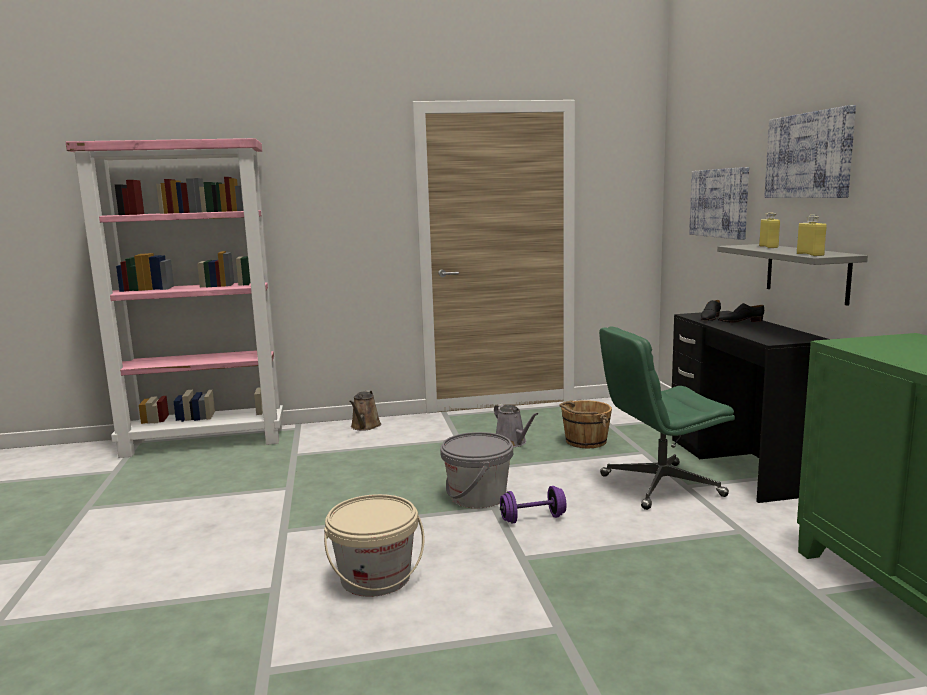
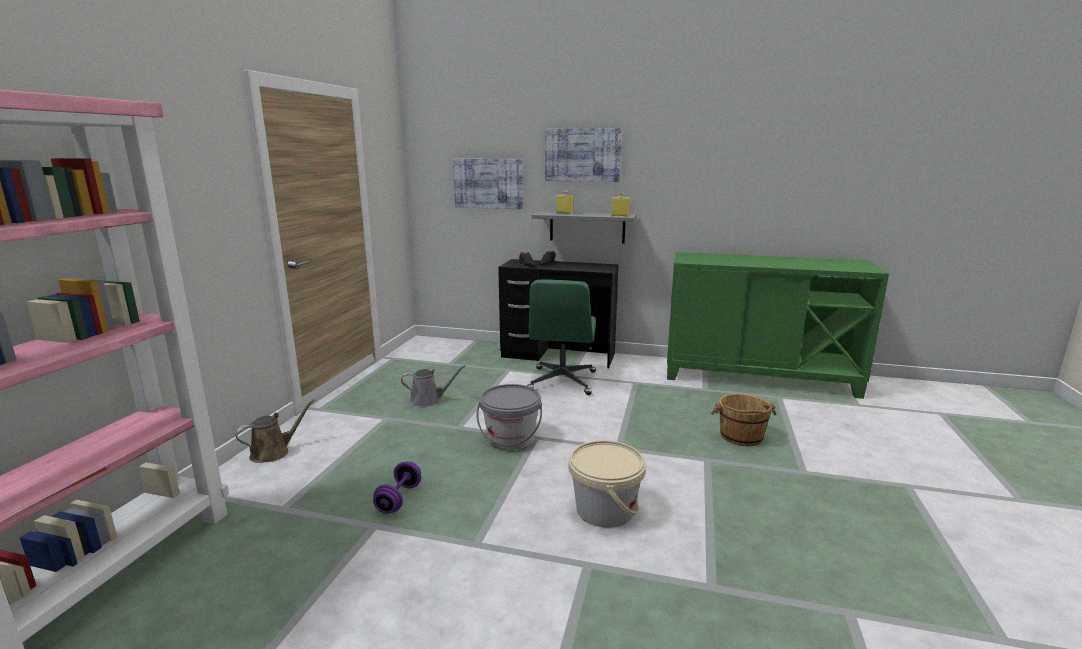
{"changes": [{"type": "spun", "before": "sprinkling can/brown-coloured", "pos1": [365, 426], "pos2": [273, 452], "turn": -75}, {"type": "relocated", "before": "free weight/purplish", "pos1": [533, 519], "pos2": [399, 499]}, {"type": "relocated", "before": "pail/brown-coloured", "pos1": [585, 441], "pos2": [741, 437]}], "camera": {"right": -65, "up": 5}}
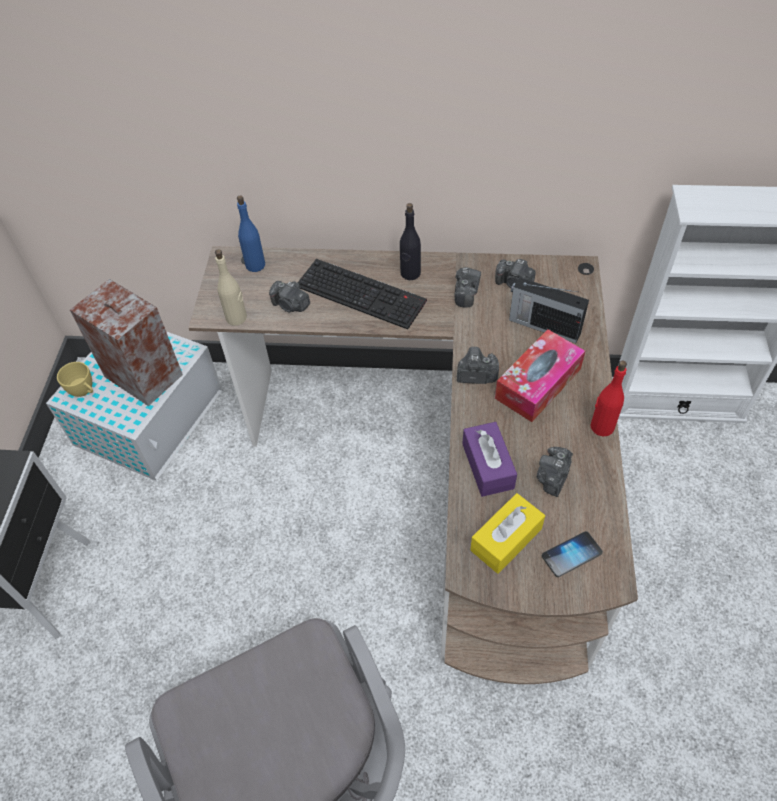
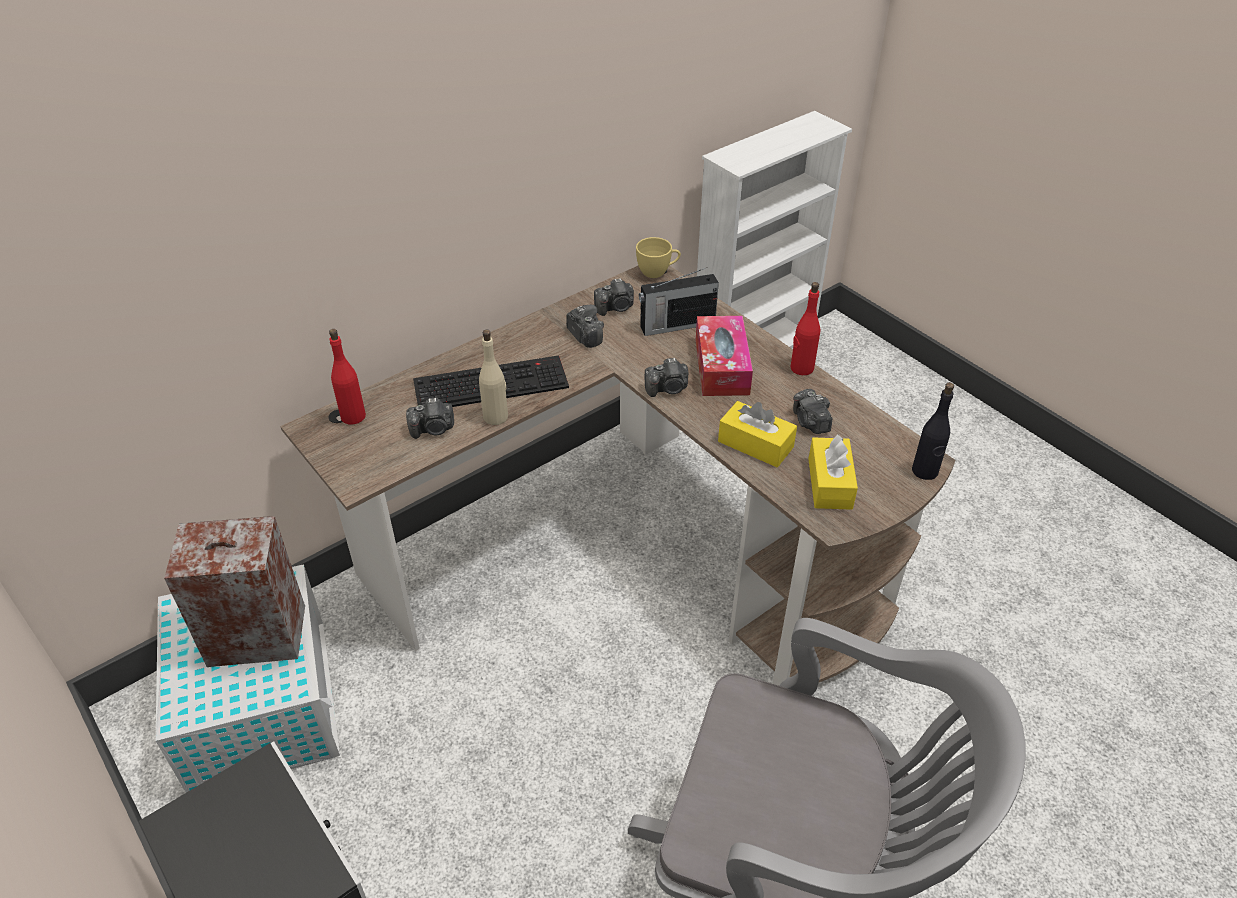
{"changes": [{"type": "relocated", "before": "drinking cup/yellowish", "pos1": [84, 391], "pos2": [657, 272]}, {"type": "relocated", "before": "bottle/beige", "pos1": [236, 318], "pos2": [496, 417]}, {"type": "colour", "before": "bottle/bluish", "after": "bottle/reddish", "pos1": [255, 265], "pos2": [353, 416]}, {"type": "relocated", "before": "bottle/black-coloured", "pos1": [410, 273], "pos2": [925, 471]}, {"type": "spun", "before": "still camera", "pos1": [476, 375], "pos2": [668, 389], "turn": -150}, {"type": "colour", "before": "box of tissues/purplish", "after": "box of tissues/yellowish", "pos1": [487, 466], "pos2": [755, 444]}, {"type": "missing", "before": "handset", "pos1": [571, 554]}], "camera": {"right": -45, "up": -10}}
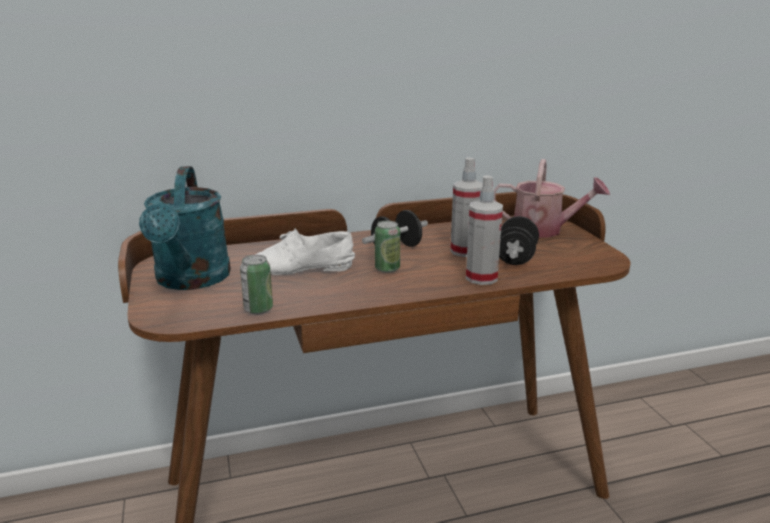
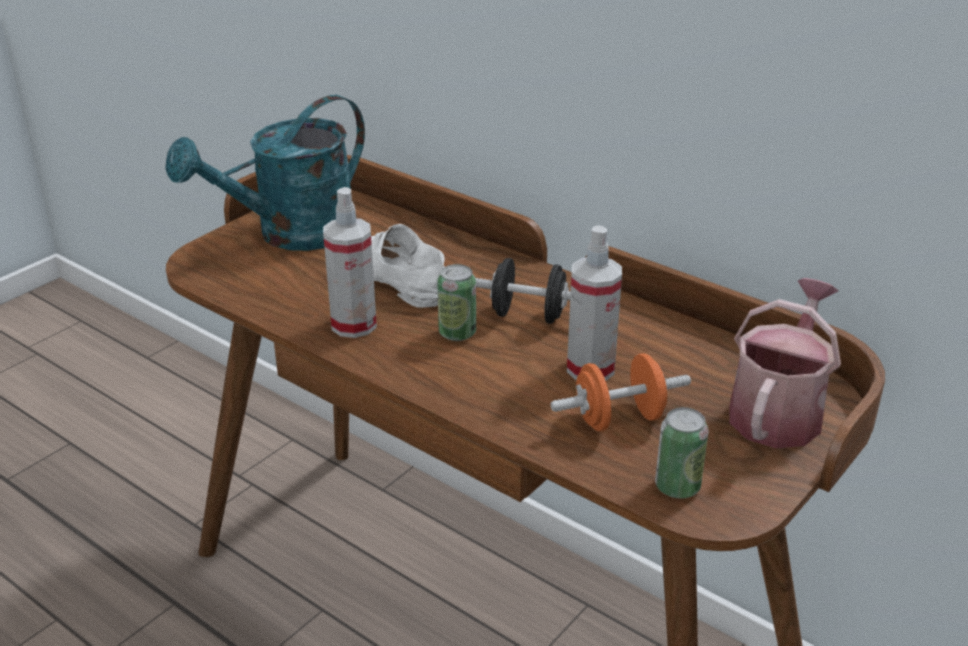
{"changes": [{"type": "relocated", "before": "can", "pos1": [258, 309], "pos2": [677, 487]}, {"type": "relocated", "before": "spray bottle", "pos1": [481, 278], "pos2": [354, 325]}, {"type": "spun", "before": "sprinkling can", "pos1": [544, 230], "pos2": [778, 410], "turn": -135}, {"type": "colour", "before": "free weight/black-coloured", "after": "free weight/orangey", "pos1": [515, 258], "pos2": [618, 419]}], "camera": {"right": 55, "up": 10}}
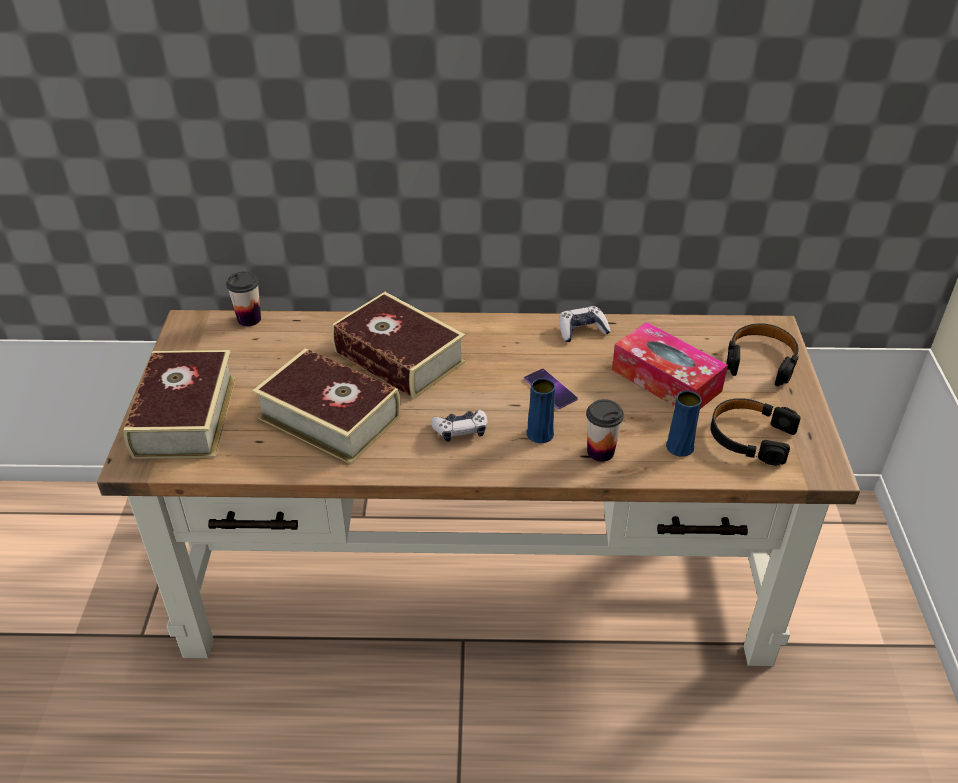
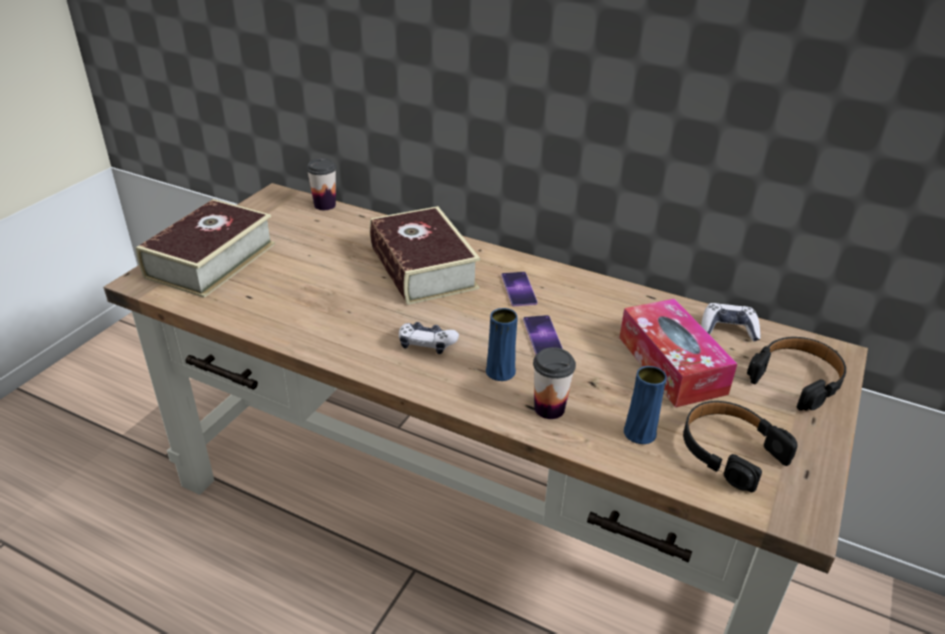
{"changes": [{"type": "missing", "before": "book", "pos1": [329, 417]}, {"type": "relocated", "before": "joypad", "pos1": [582, 330], "pos2": [728, 329]}, {"type": "appeared", "after": "handset", "pos2": [518, 289]}], "camera": {"right": 25, "up": -5}}
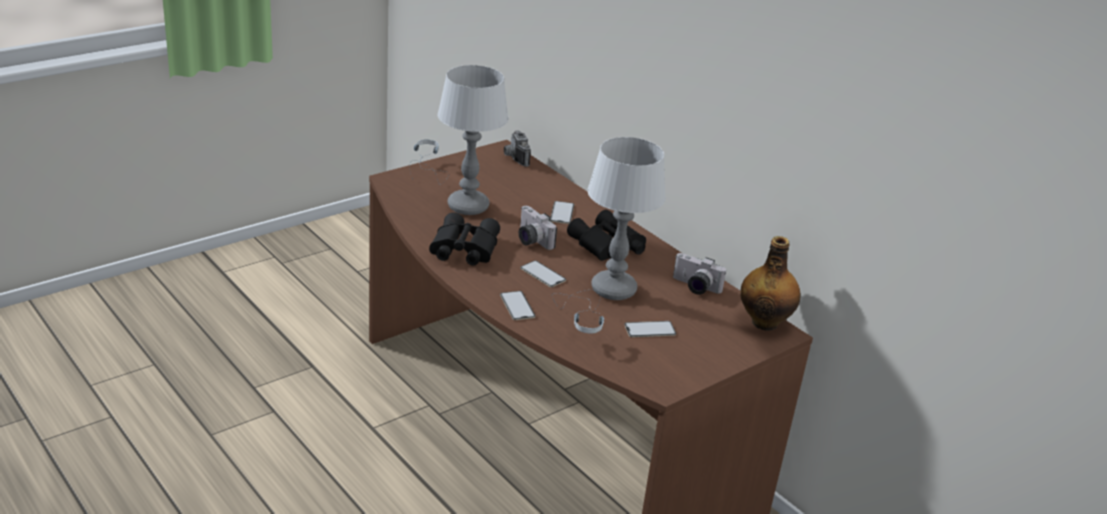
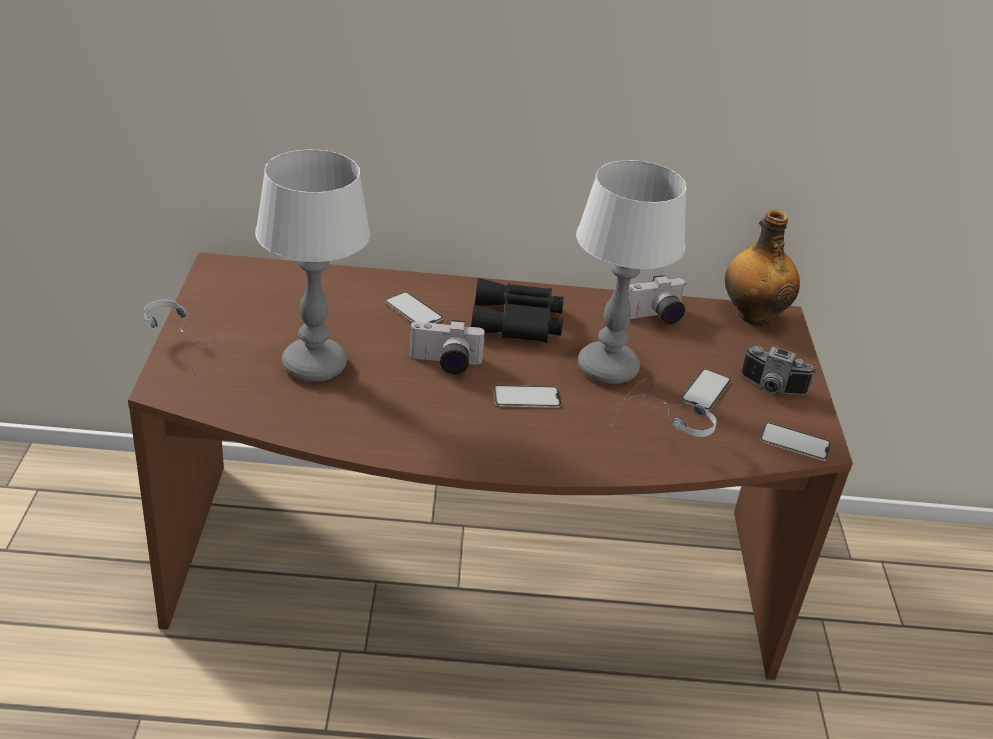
{"changes": [{"type": "missing", "before": "pair of binoculars/black-coloured", "pos1": [462, 249]}, {"type": "relocated", "before": "handset", "pos1": [517, 306], "pos2": [795, 442]}, {"type": "relocated", "before": "still camera", "pos1": [514, 158], "pos2": [771, 389]}], "camera": {"right": -50, "up": 5}}
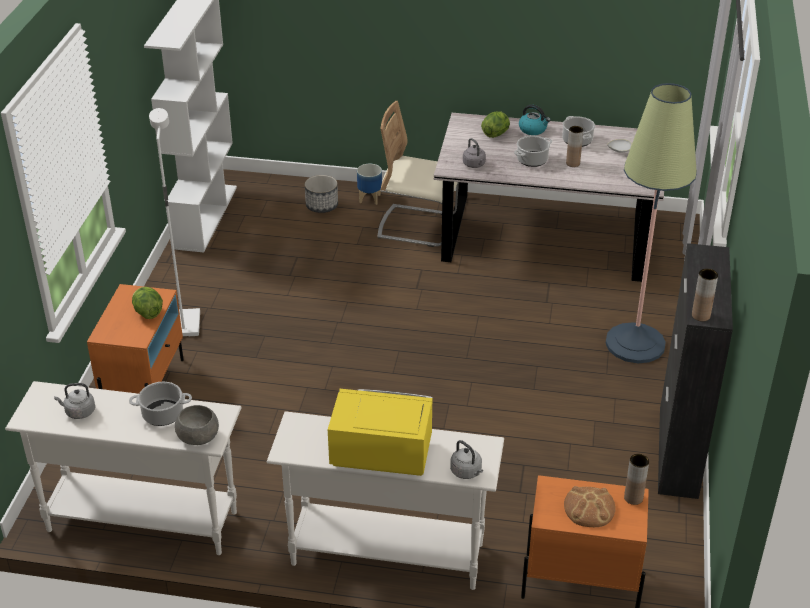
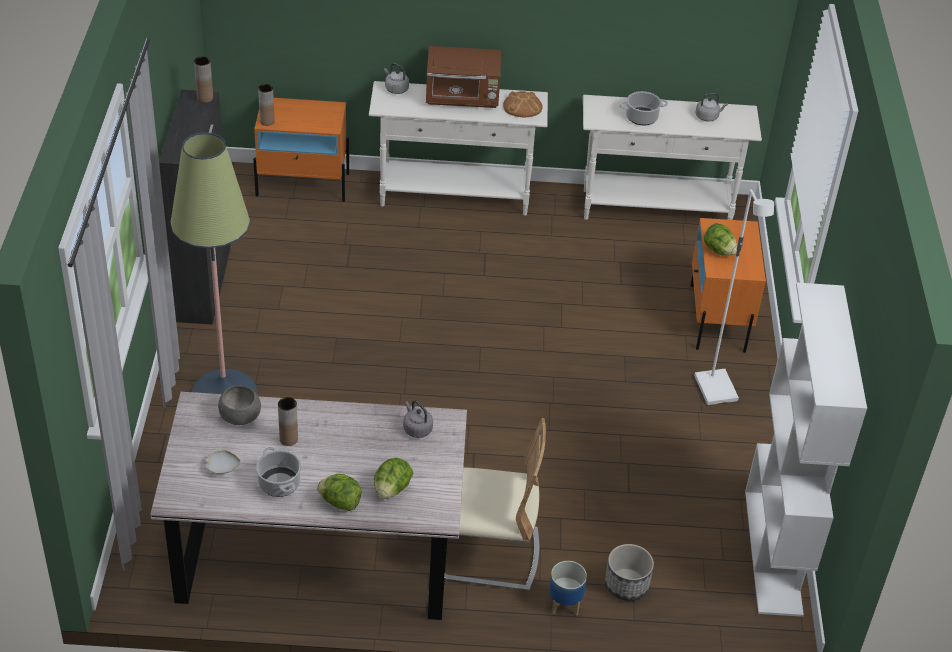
{"changes": [{"type": "relocated", "before": "deep dish/grey", "pos1": [198, 436], "pos2": [239, 416]}, {"type": "colour", "before": "kitchen microwave/yellowish", "after": "kitchen microwave/brown-coloured", "pos1": [380, 454], "pos2": [463, 98]}, {"type": "missing", "before": "saucepot", "pos1": [532, 160]}, {"type": "exchanged", "before": "kettle", "after": "lettuce", "pos1": [533, 129], "pos2": [340, 502]}, {"type": "relocated", "before": "bakery bread", "pos1": [589, 508], "pos2": [522, 106]}], "camera": {"right": 170, "up": 5}}
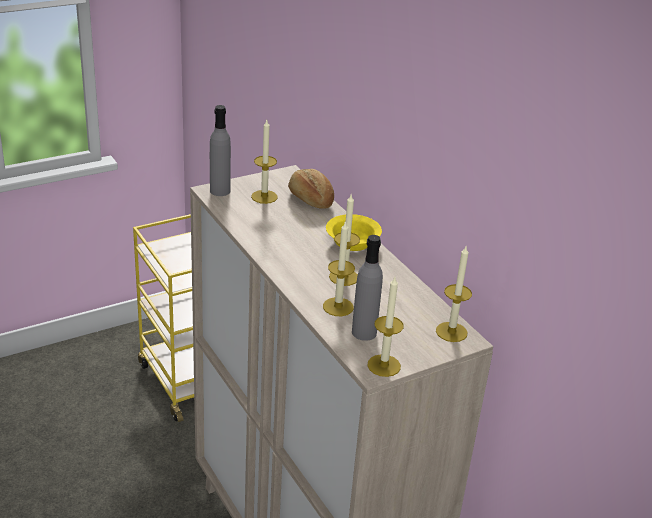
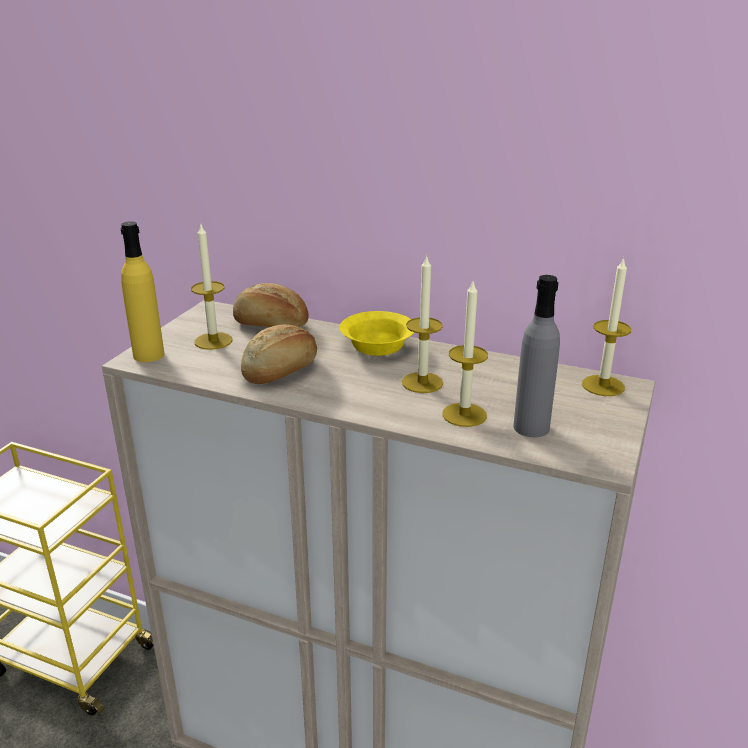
{"changes": [{"type": "colour", "before": "bottle/grey", "after": "bottle/yellowish", "pos1": [220, 191], "pos2": [148, 355]}, {"type": "missing", "before": "candle", "pos1": [384, 365]}, {"type": "appeared", "after": "bakery bread", "pos2": [282, 371]}], "camera": {"right": -35, "up": -5}}
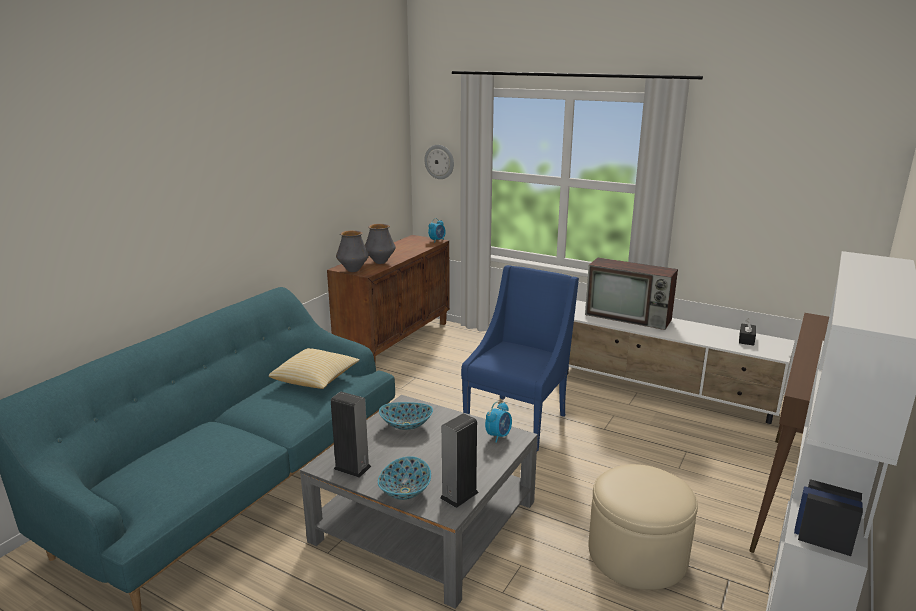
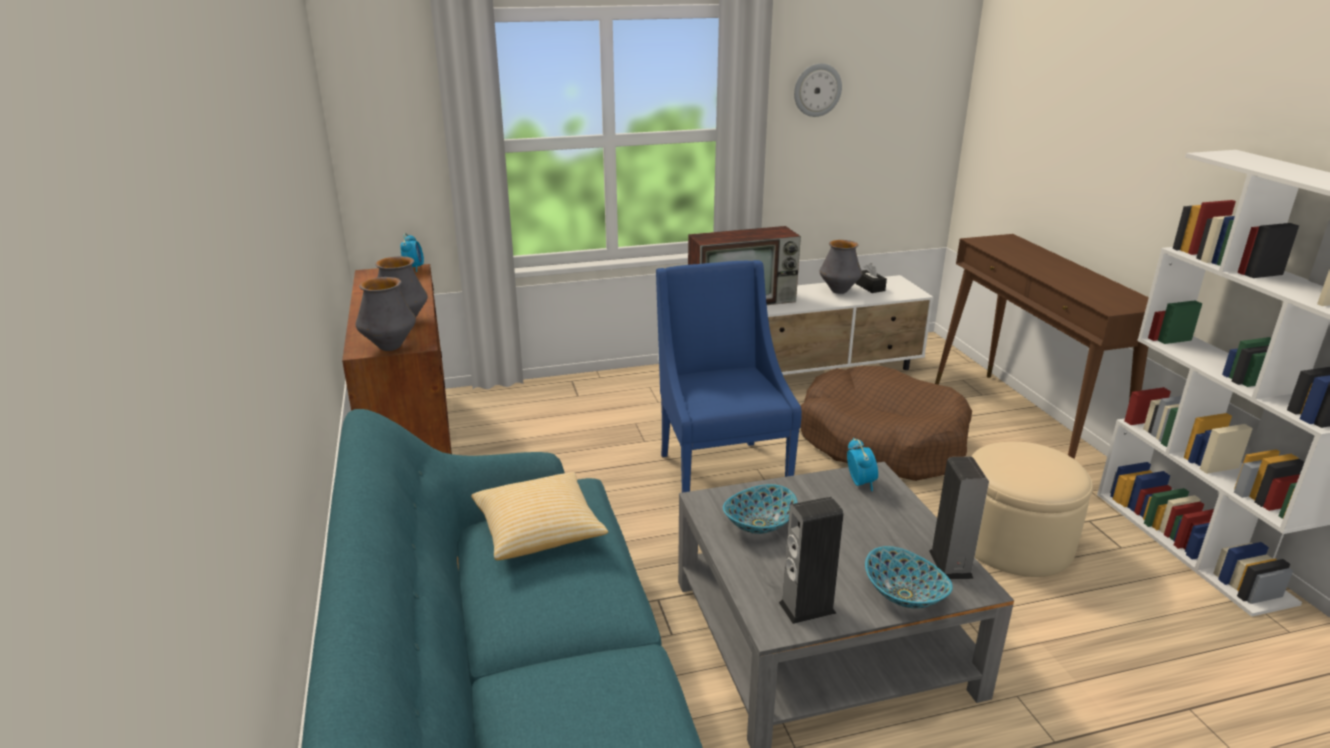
{"changes": [{"type": "relocated", "before": "clock on the wall", "pos1": [439, 161], "pos2": [817, 90]}, {"type": "appeared", "after": "pet bed/brown-coloured", "pos2": [881, 441]}, {"type": "appeared", "after": "decorative vase", "pos2": [838, 291]}], "camera": {"right": -45, "up": 5}}
